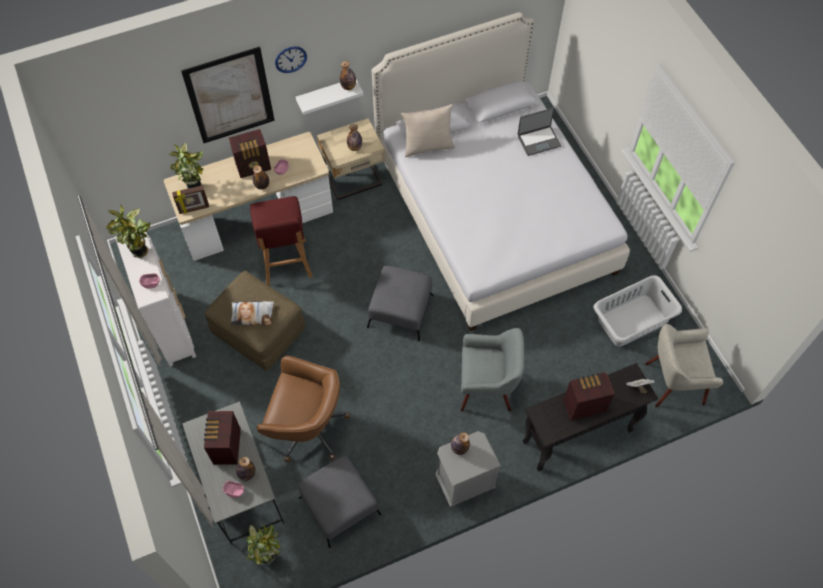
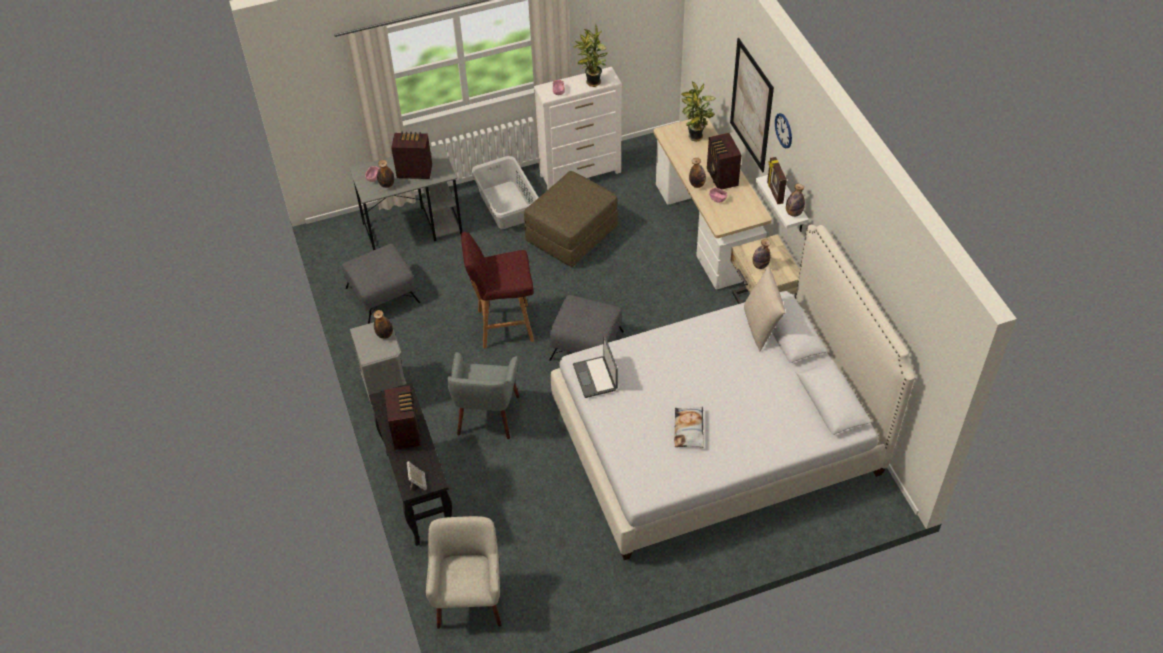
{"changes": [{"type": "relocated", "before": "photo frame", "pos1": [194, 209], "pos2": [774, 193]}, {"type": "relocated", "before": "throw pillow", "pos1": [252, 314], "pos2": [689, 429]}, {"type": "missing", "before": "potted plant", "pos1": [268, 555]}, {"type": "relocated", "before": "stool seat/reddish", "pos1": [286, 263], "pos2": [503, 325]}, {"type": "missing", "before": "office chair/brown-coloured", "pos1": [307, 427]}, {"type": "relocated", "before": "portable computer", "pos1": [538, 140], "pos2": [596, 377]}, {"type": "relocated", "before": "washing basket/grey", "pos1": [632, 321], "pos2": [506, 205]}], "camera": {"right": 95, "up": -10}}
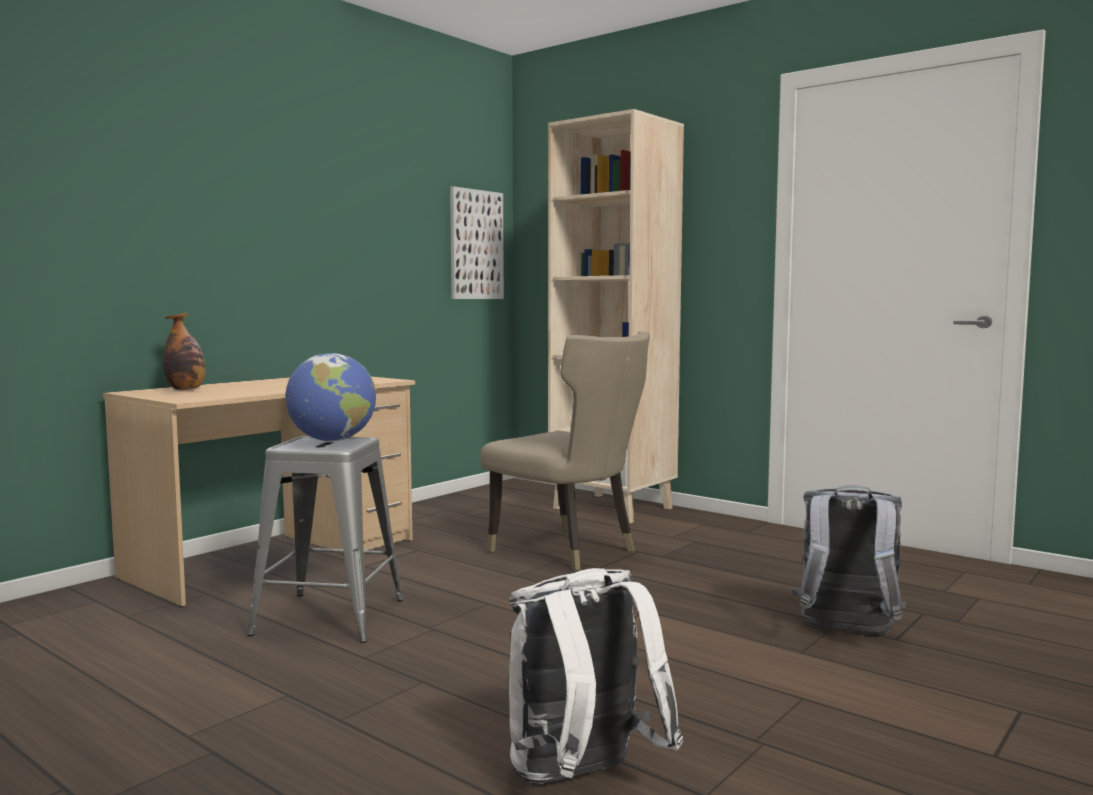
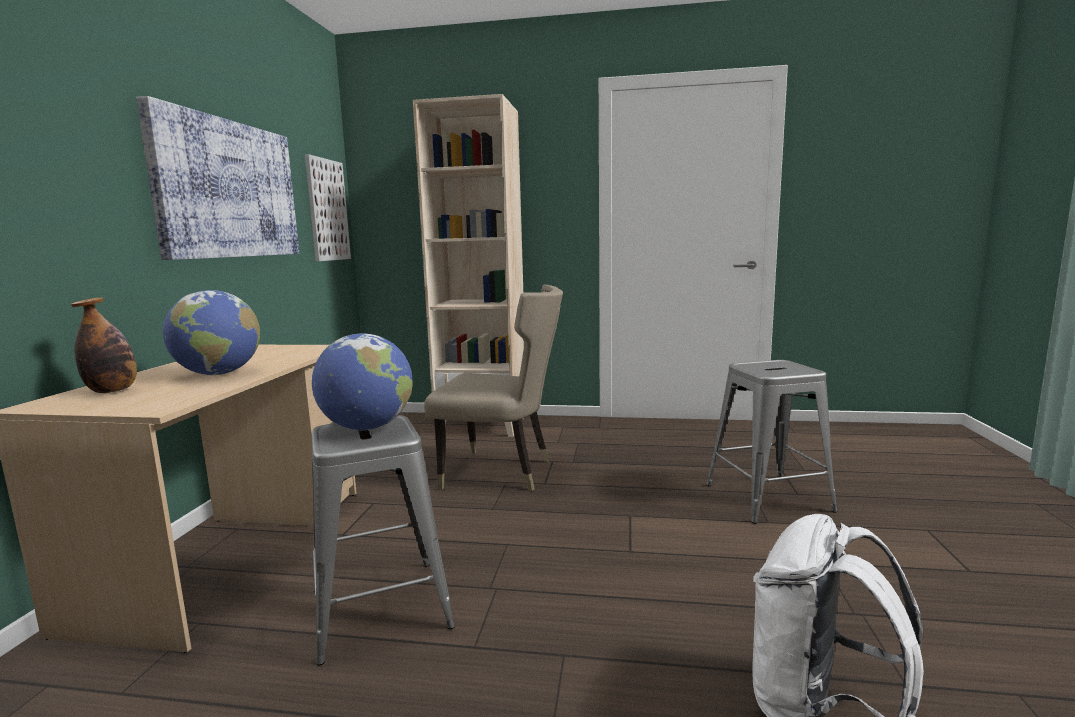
{"changes": [{"type": "exchanged", "before": "knapsack/grey", "after": "stool seat/grey", "pos1": [846, 633], "pos2": [768, 498]}, {"type": "appeared", "after": "picture", "pos2": [226, 190]}, {"type": "appeared", "after": "globe", "pos2": [218, 374]}], "camera": {"right": -30, "up": 5}}
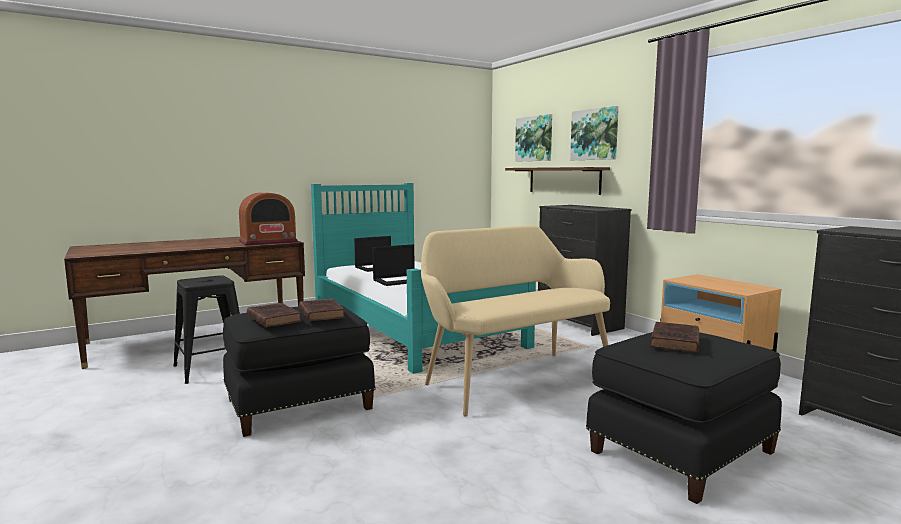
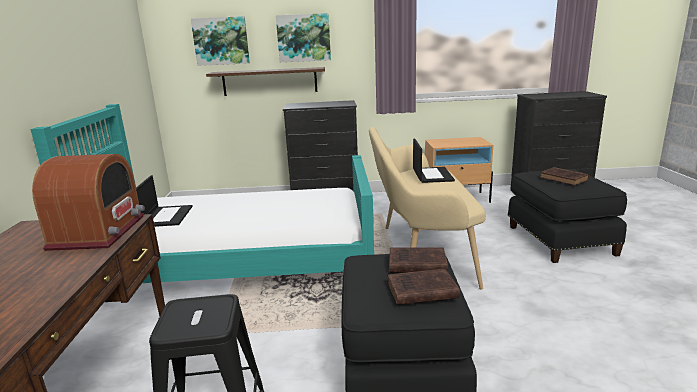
{"changes": [{"type": "relocated", "before": "portable computer", "pos1": [401, 280], "pos2": [432, 175]}], "camera": {"right": -60, "up": 10}}
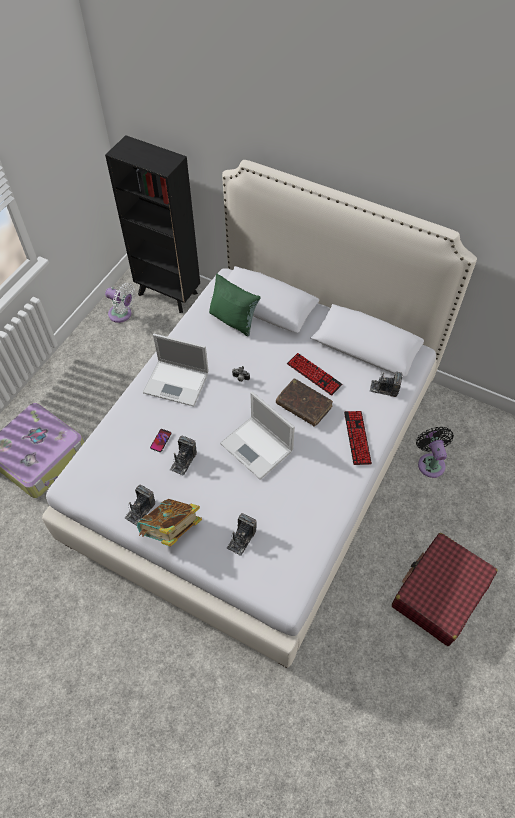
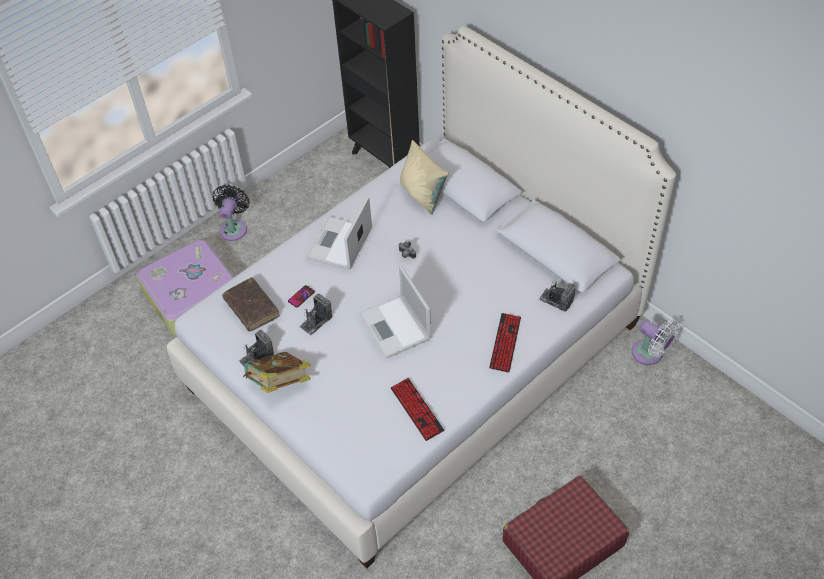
{"changes": [{"type": "relocated", "before": "fan/white", "pos1": [122, 314], "pos2": [650, 354]}, {"type": "spun", "before": "portable computer", "pos1": [177, 383], "pos2": [339, 245], "turn": 75}, {"type": "colour", "before": "throw pillow/green-coloured", "after": "throw pillow/beige", "pos1": [233, 320], "pos2": [422, 194]}, {"type": "missing", "before": "still camera", "pos1": [241, 539]}, {"type": "relocated", "before": "book/brown-coloured", "pos1": [303, 406], "pos2": [251, 308]}, {"type": "relocated", "before": "PC keyboard", "pos1": [314, 374], "pos2": [417, 409]}, {"type": "relocated", "before": "fan/black-coloured", "pos1": [430, 462], "pos2": [234, 228]}], "camera": {"right": 20, "up": -5}}
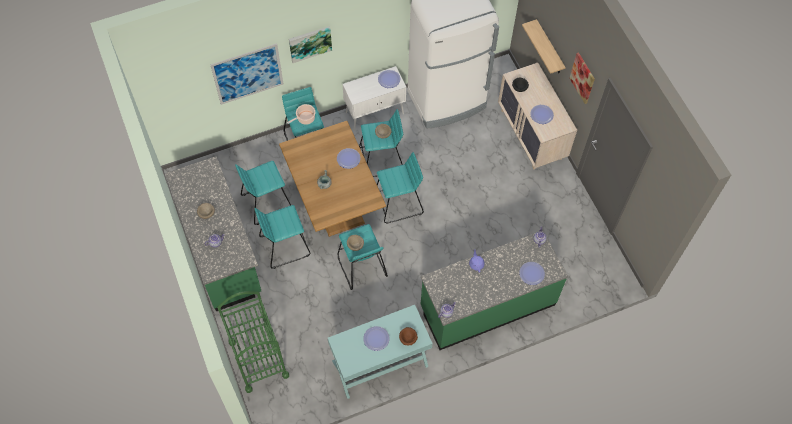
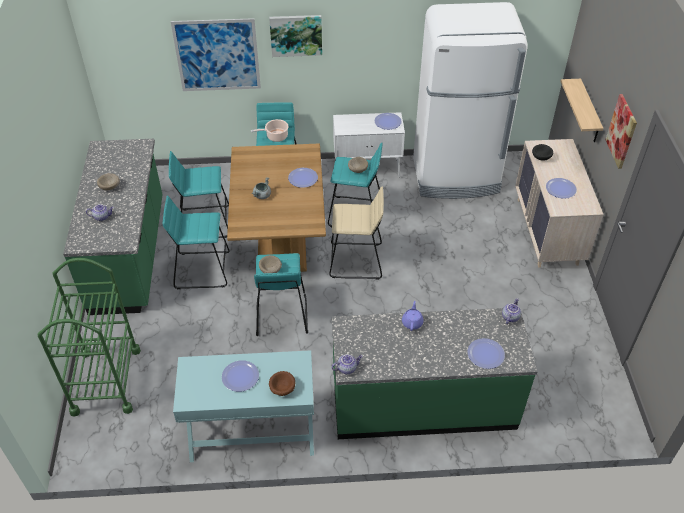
{"changes": [{"type": "colour", "before": "stool seat/blue-green", "after": "stool seat/beige", "pos1": [398, 203], "pos2": [356, 261]}], "camera": {"right": 20, "up": -15}}
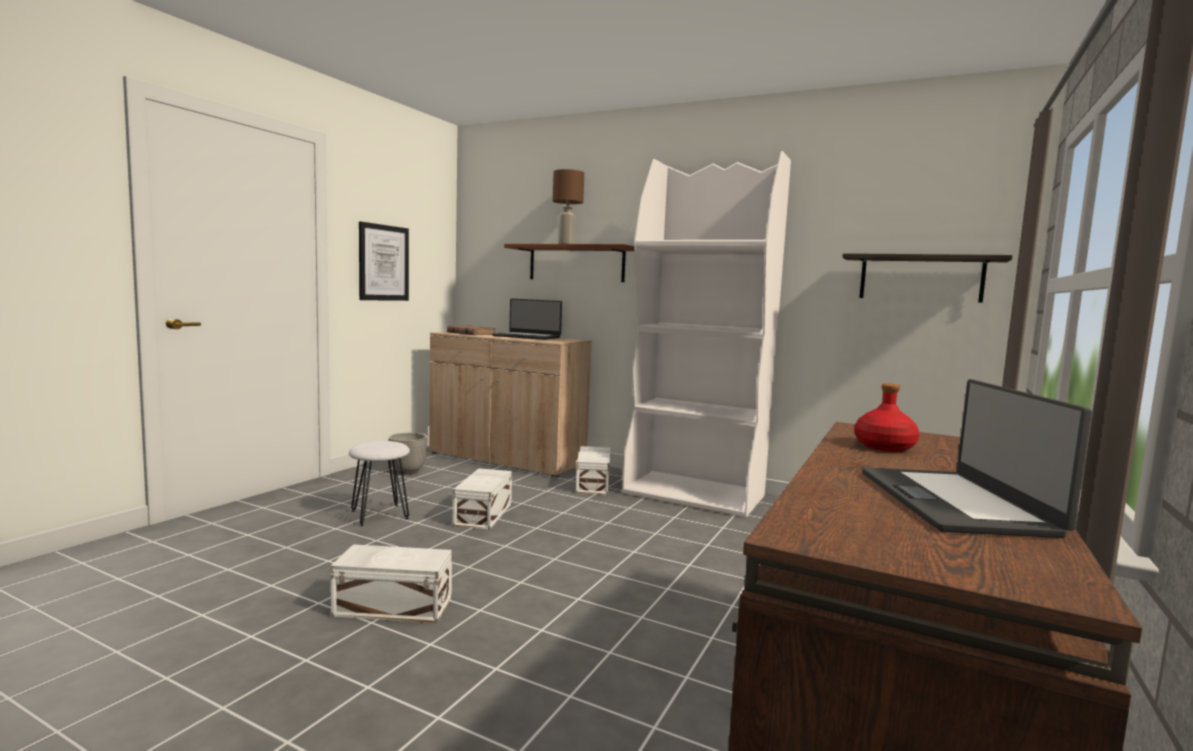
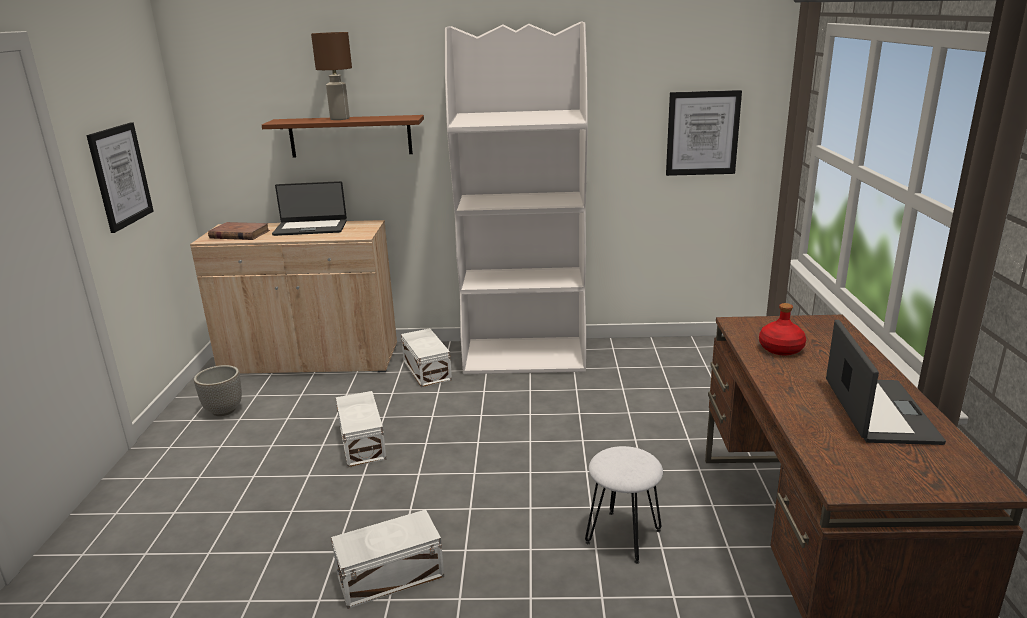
{"changes": [{"type": "relocated", "before": "stool seat/white", "pos1": [379, 514], "pos2": [622, 536]}, {"type": "exchanged", "before": "bracket shelf", "after": "picture", "pos1": [920, 278], "pos2": [702, 133]}, {"type": "spun", "before": "portable computer", "pos1": [955, 502], "pos2": [878, 411], "turn": -150}], "camera": {"right": -25, "up": 15}}
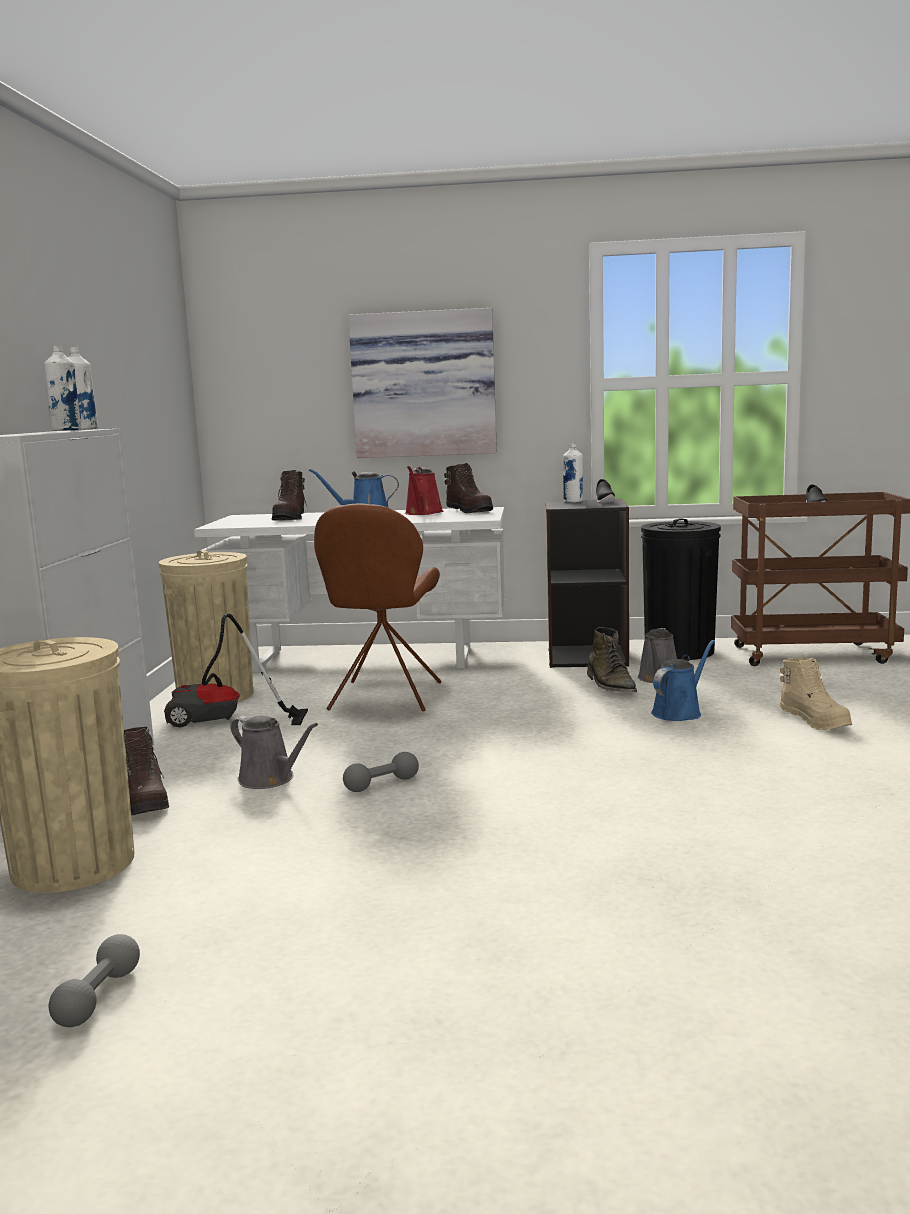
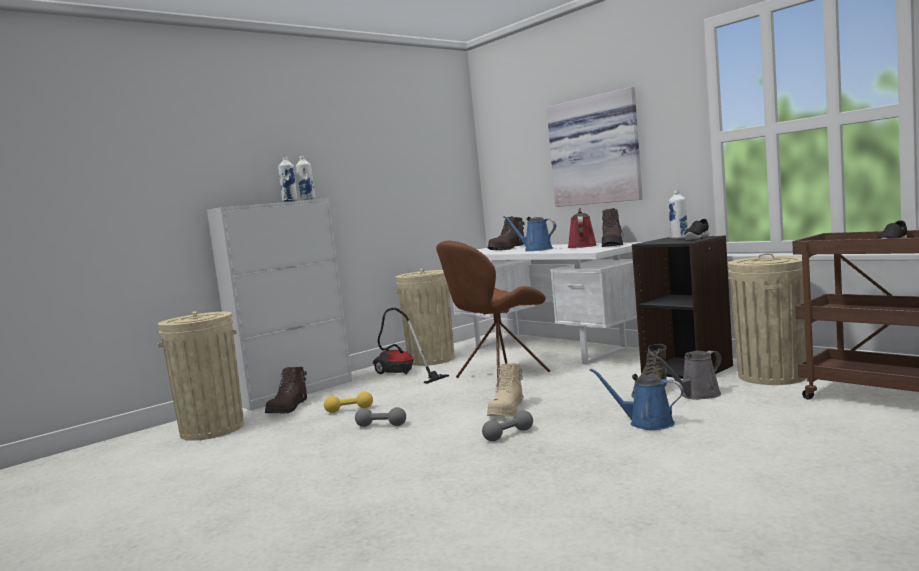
{"changes": [{"type": "relocated", "before": "free weight/grey", "pos1": [98, 997], "pos2": [509, 435]}, {"type": "exchanged", "before": "sprinkling can/grey", "after": "free weight/yellowish", "pos1": [270, 779], "pos2": [349, 410]}, {"type": "spun", "before": "sprinkling can/reddish", "pos1": [423, 513], "pos2": [582, 246], "turn": 135}, {"type": "colour", "before": "trash can/black-coloured", "after": "trash can/beige", "pos1": [679, 651], "pos2": [771, 376]}, {"type": "spun", "before": "sprinkling can/bluish", "pos1": [679, 712], "pos2": [646, 423], "turn": -150}, {"type": "relocated", "before": "high-top boot/beige", "pos1": [815, 721], "pos2": [507, 410]}], "camera": {"right": 45, "up": -5}}
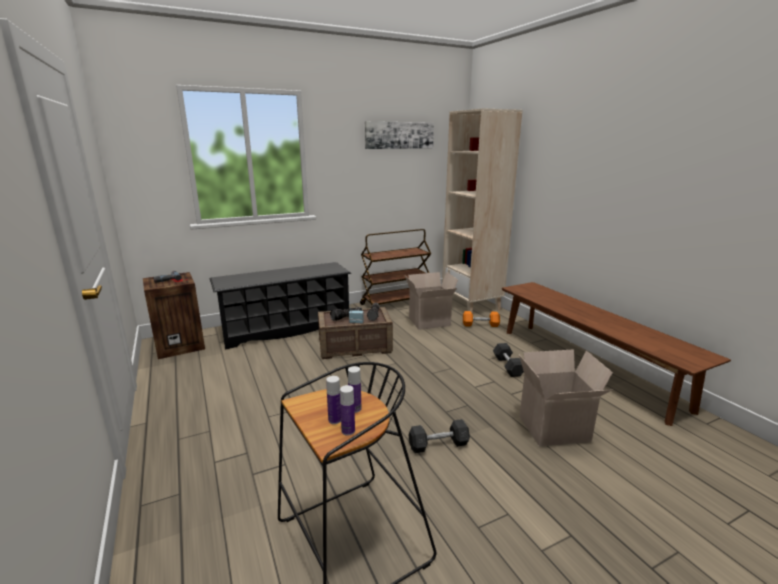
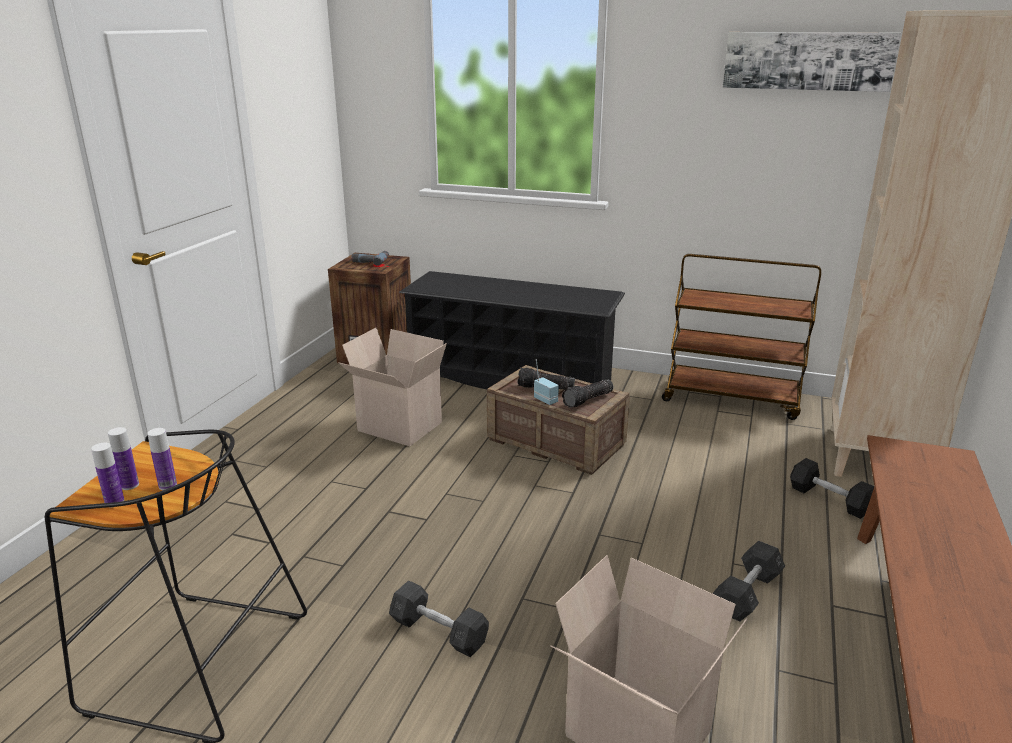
{"changes": [{"type": "relocated", "before": "packing box", "pos1": [429, 322], "pos2": [397, 427]}, {"type": "colour", "before": "free weight/orangey", "after": "free weight/black-coloured", "pos1": [480, 325], "pos2": [829, 499]}], "camera": {"right": 45, "up": 5}}
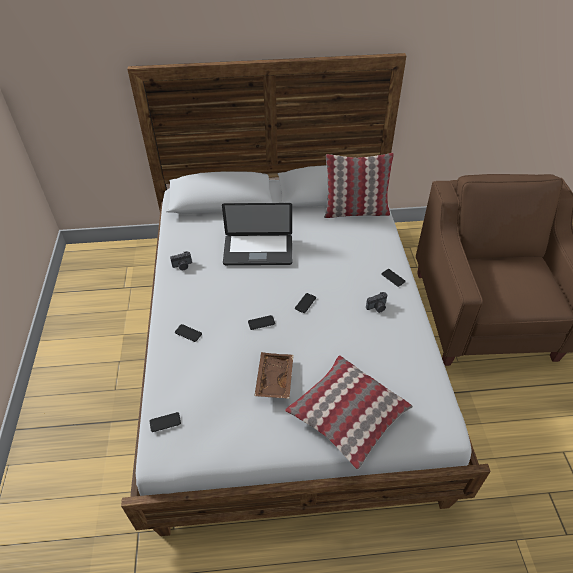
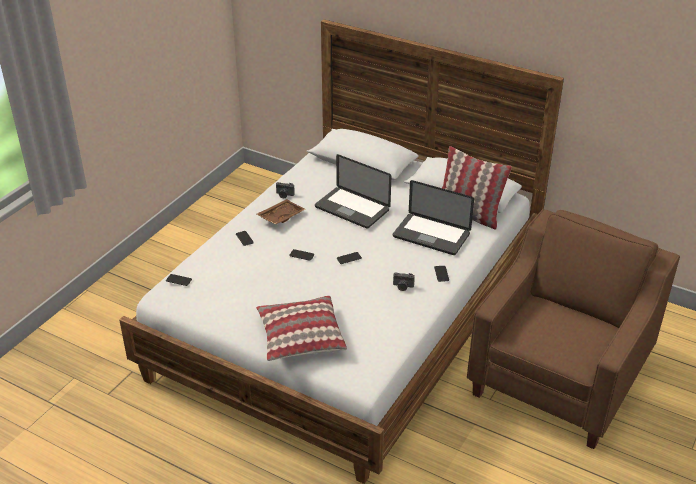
{"changes": [{"type": "relocated", "before": "serving tray/brown-coloured", "pos1": [273, 379], "pos2": [280, 216]}, {"type": "appeared", "after": "portable computer", "pos2": [431, 235]}], "camera": {"right": 35, "up": -10}}
